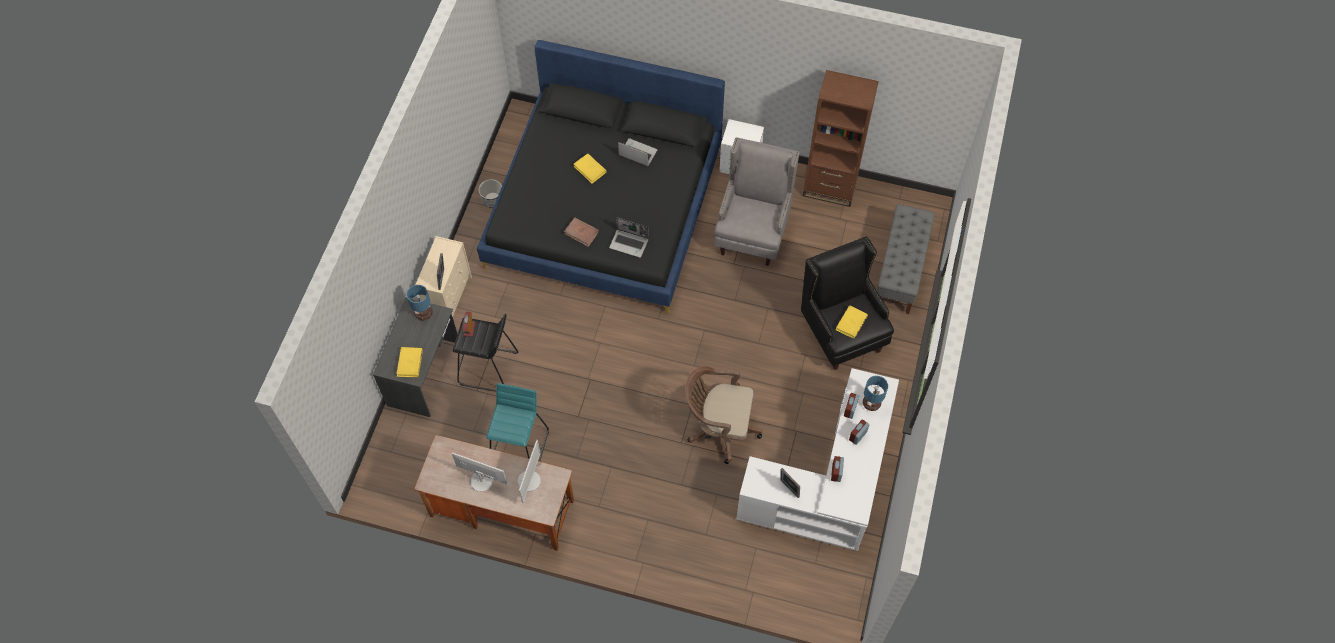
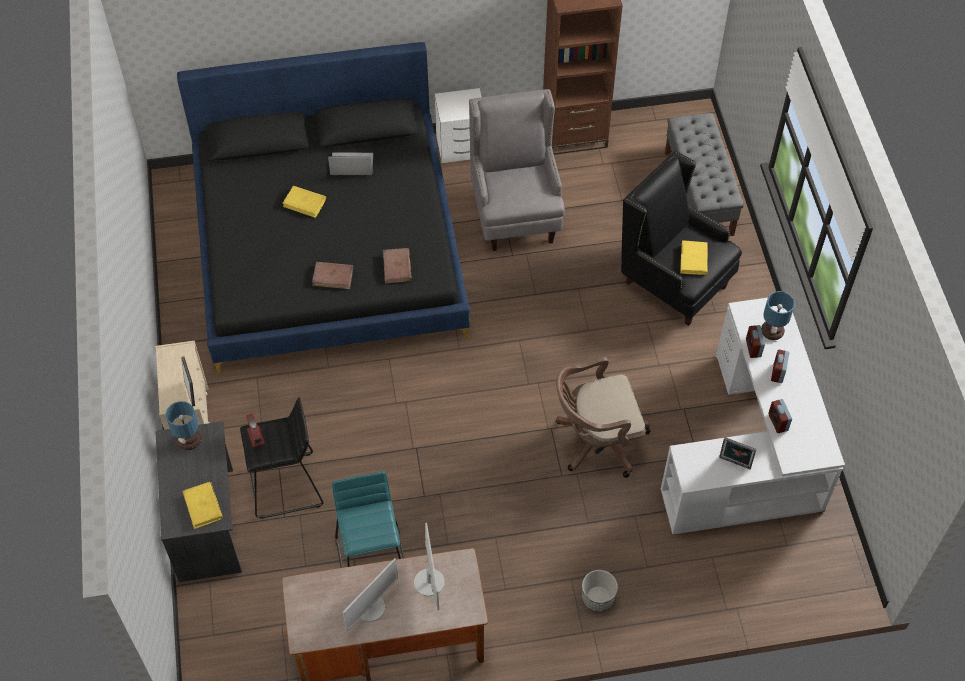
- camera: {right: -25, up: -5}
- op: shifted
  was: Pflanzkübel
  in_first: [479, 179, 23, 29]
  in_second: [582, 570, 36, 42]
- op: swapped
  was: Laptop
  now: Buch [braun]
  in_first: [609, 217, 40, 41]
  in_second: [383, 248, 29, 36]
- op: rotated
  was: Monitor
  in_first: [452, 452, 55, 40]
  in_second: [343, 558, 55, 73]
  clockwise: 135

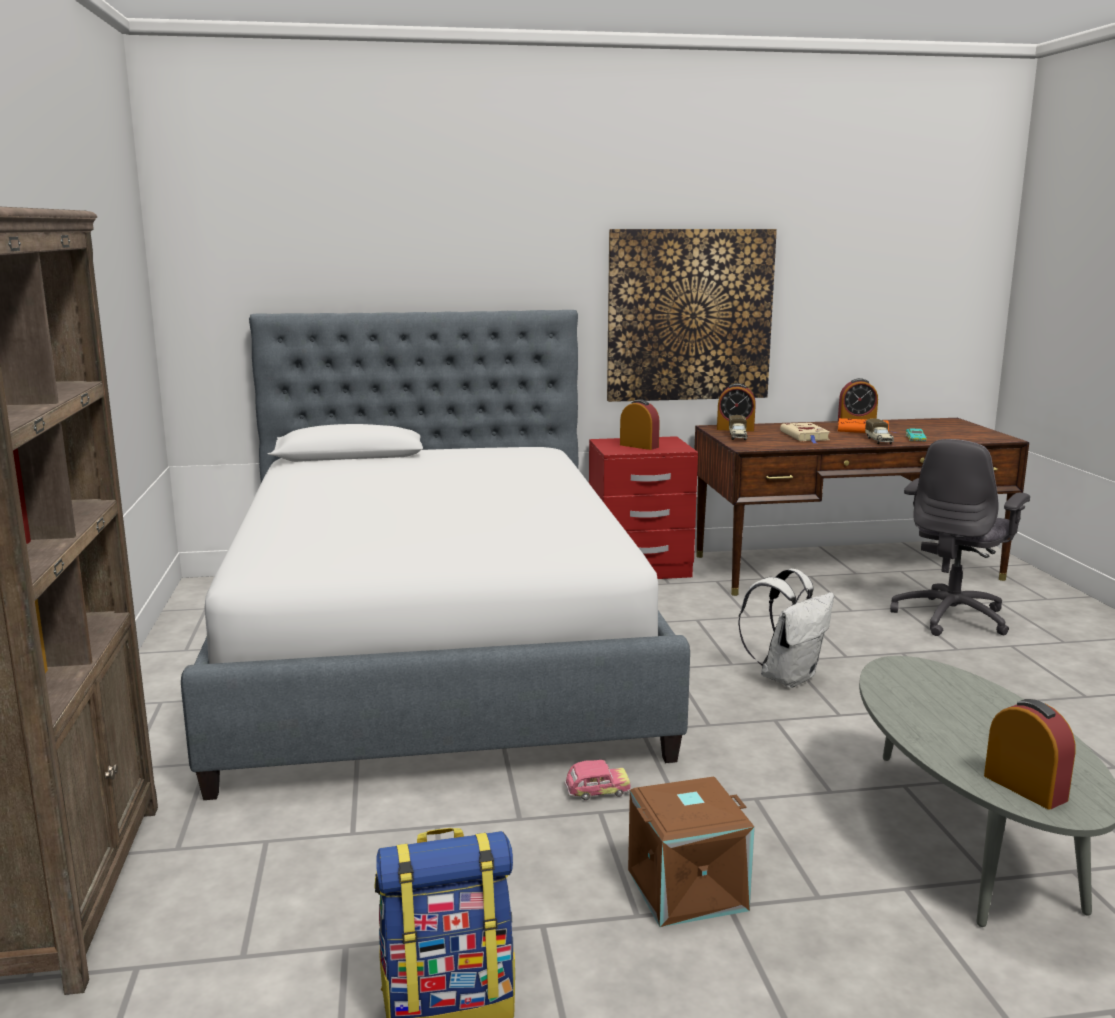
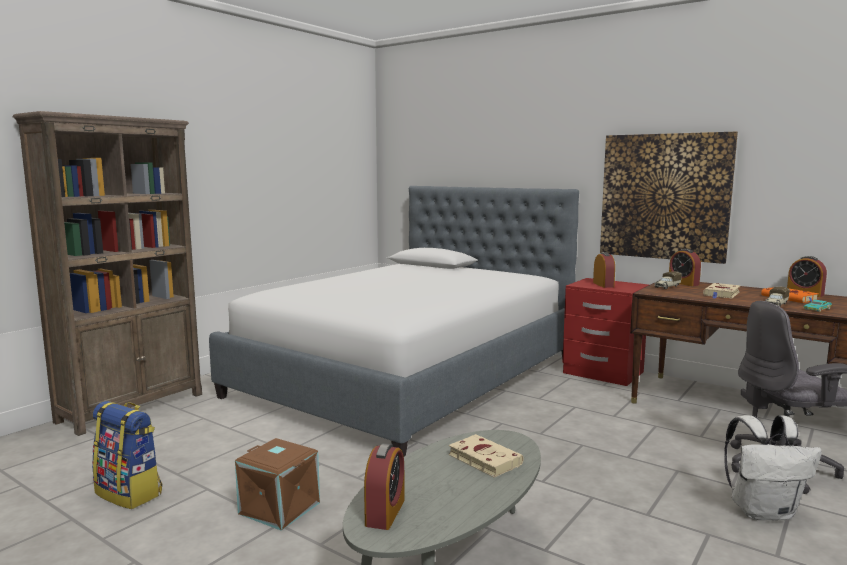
- camera: {right: 45, up: -5}
- op: shifted
  was: Rucksack [weiß]
  in_first: [738, 569, 96, 119]
  in_second: [724, 415, 98, 105]
- op: gone
  was: Spielzeugauto
  in_first: [564, 760, 67, 40]
- op: new
  now: Buch [beige]
  in_second: [448, 434, 76, 44]

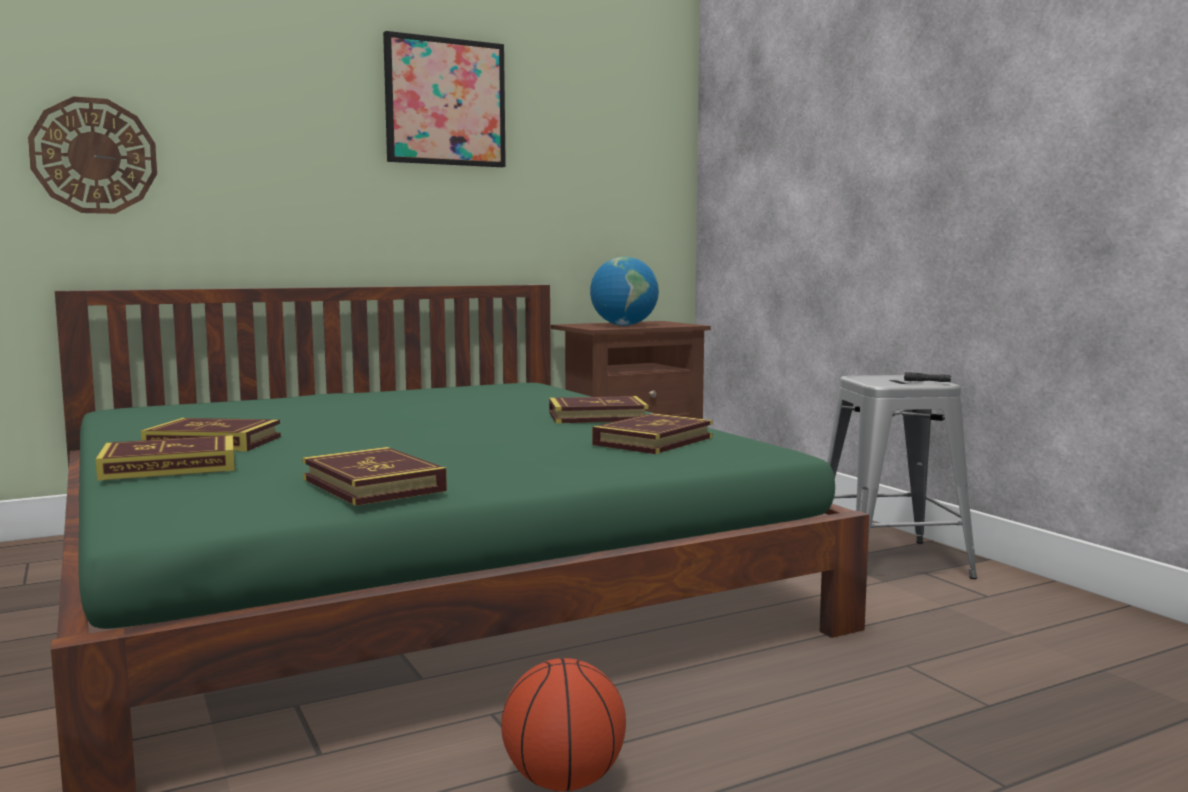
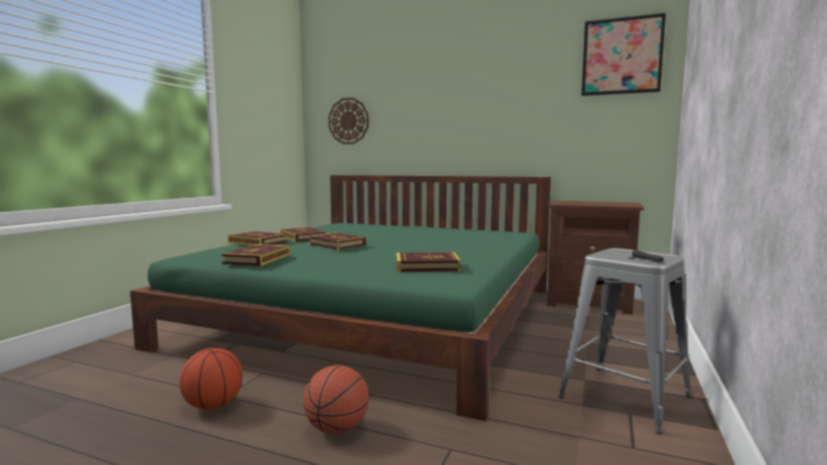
- camera: {right: 50, up: 0}
- op: shifted
  was: Bild
  in_first: [383, 31, 123, 136]
  in_second: [582, 13, 84, 83]
- op: gone
  was: Globus
  in_first: [590, 257, 69, 69]
- op: shifted
  was: Buch
  in_first: [549, 396, 100, 27]
  in_second: [308, 232, 58, 18]
- op: new
  now: Basketball
  in_second: [303, 365, 66, 69]

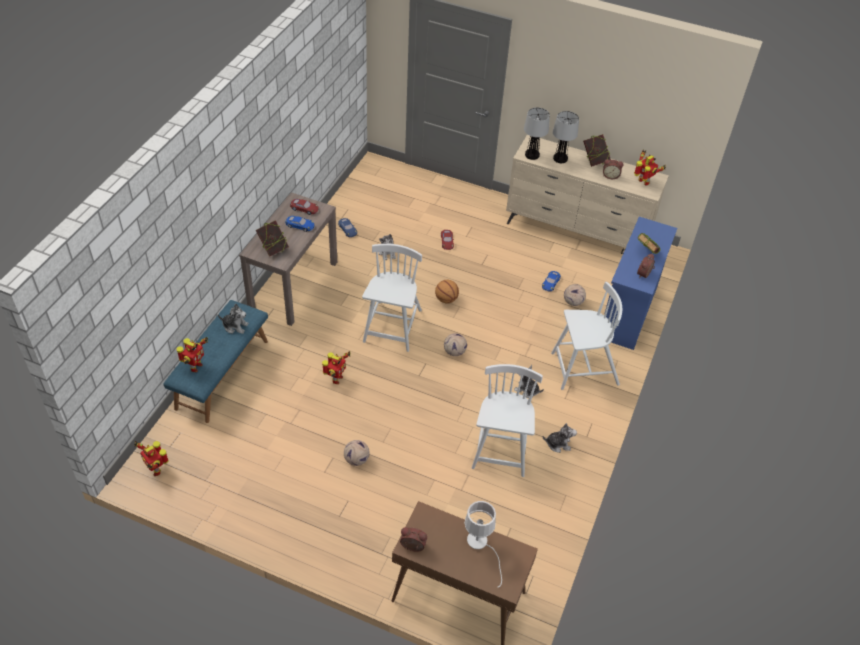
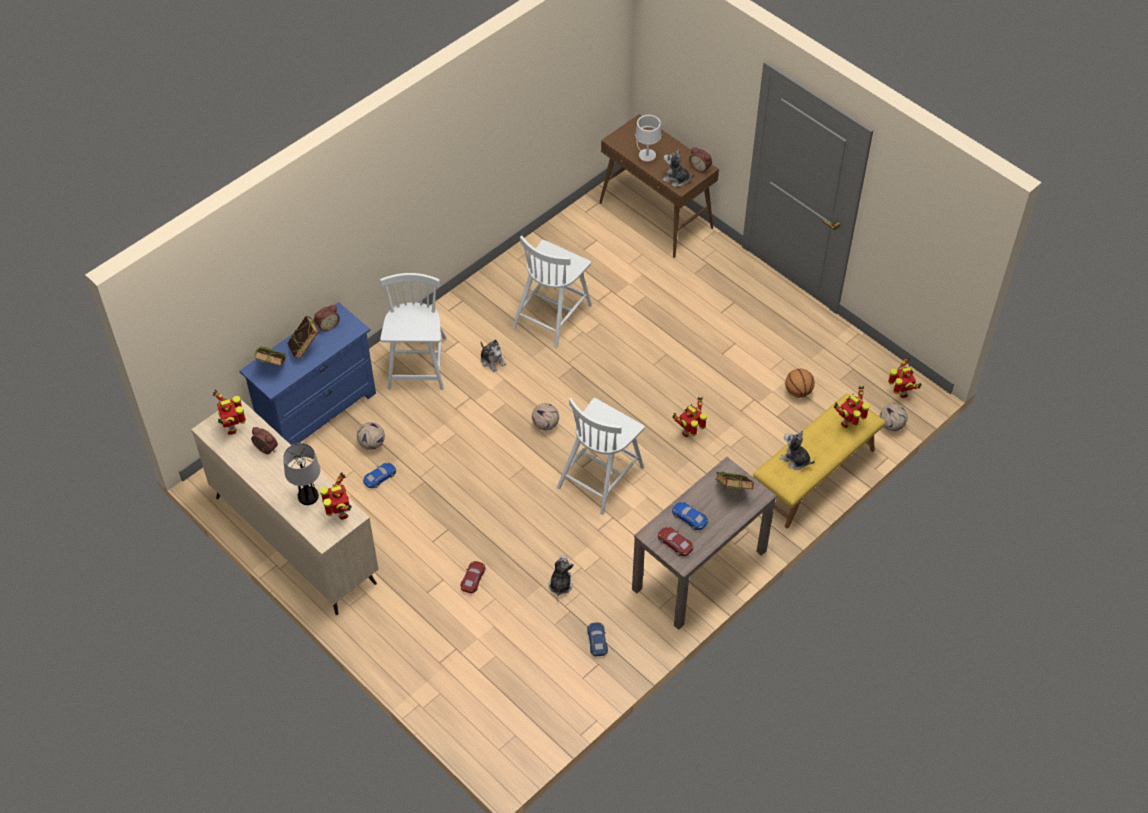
- camera: {right: -155, up: 5}
- op: swapped
  was: Tischlampe
  now: Spielzeugroboter
  in_first: [524, 107, 26, 53]
  in_second: [320, 472, 32, 48]
- op: shifted
  was: Buch
  in_first: [583, 134, 28, 33]
  in_second: [255, 346, 31, 20]
- op: shifted
  was: Basketball
  in_first: [435, 280, 24, 23]
  in_second: [785, 369, 30, 29]
- op: rotated
  was: Stuhl [weiß]
  in_first: [551, 282, 71, 108]
  in_second: [380, 273, 66, 117]
  clockwise: 75
- op: repainted
  was: Bank [blau]
  now: Bank [gelb]
  in_first: [164, 300, 104, 123]
  in_second: [753, 393, 133, 135]
- op: shifted
  was: Plüschtier
  in_first: [543, 423, 34, 30]
  in_second: [663, 149, 32, 38]
- op: shifted
  was: Fußball
  in_first: [344, 440, 25, 26]
  in_second: [880, 404, 28, 27]

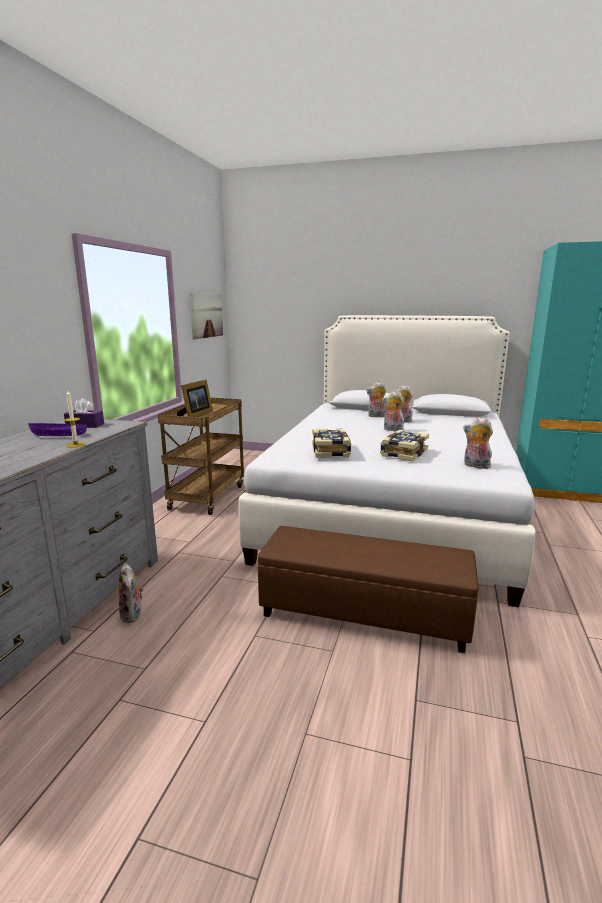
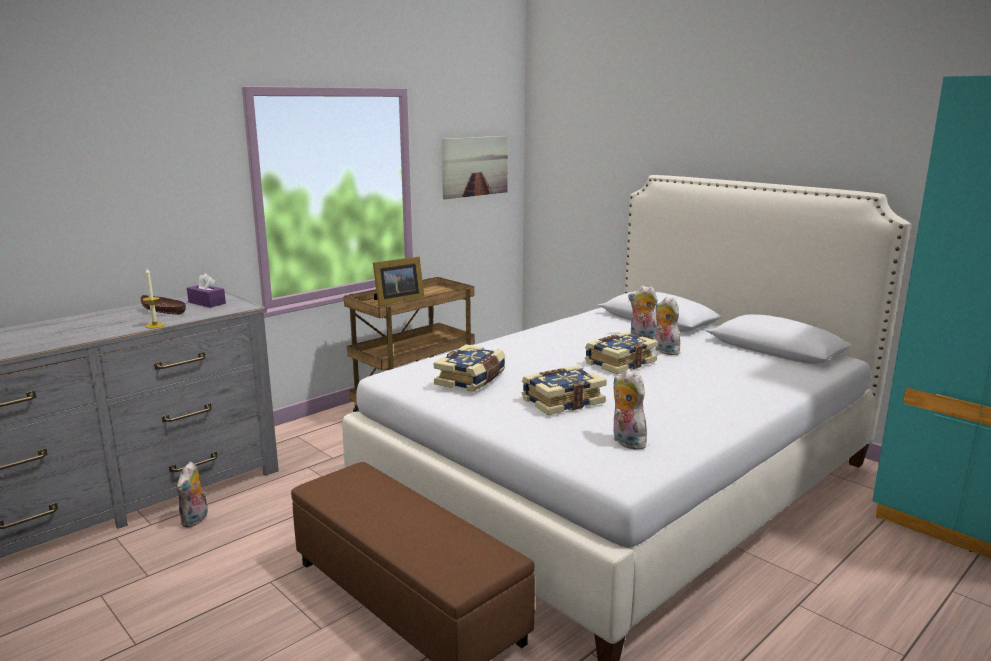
- camera: {right: 30, up: 0}
- op: swapped
  was: Plüschtier
  now: Buch
  in_first: [382, 392, 22, 39]
  in_second: [585, 332, 73, 42]
- op: repainted
  was: Schüssel [lila]
  now: Schüssel [braun]
  in_first: [28, 423, 59, 13]
  in_second: [140, 295, 46, 20]

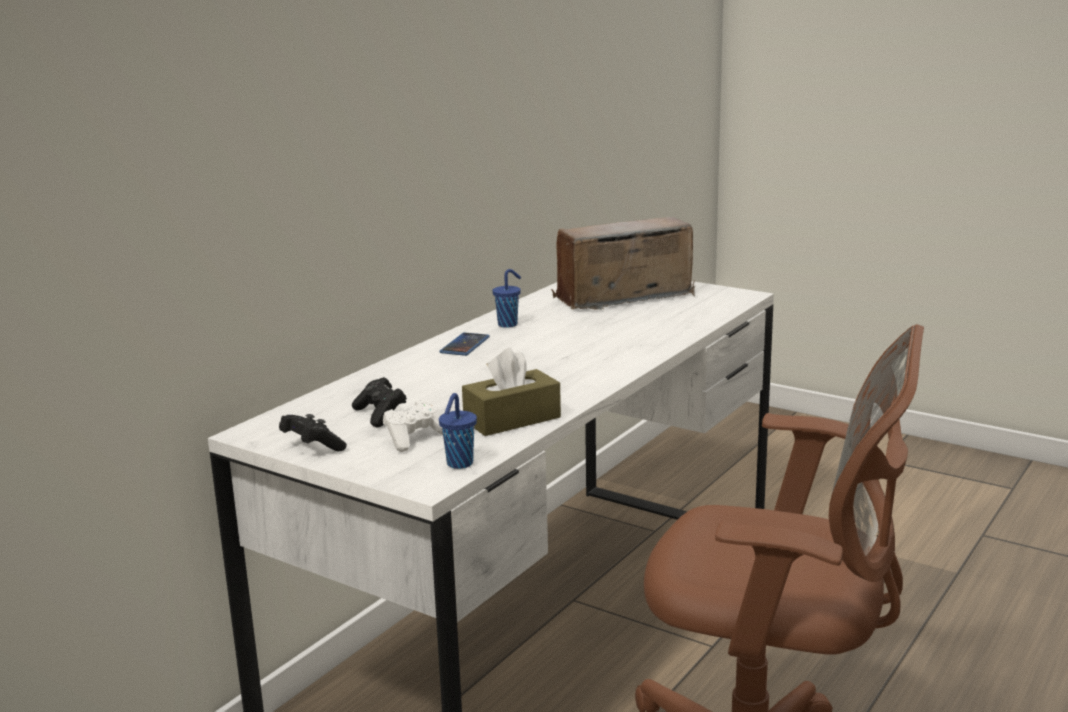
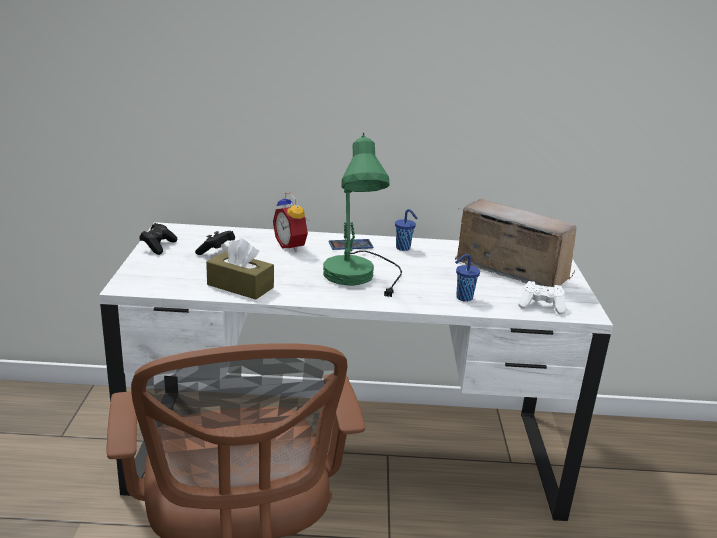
- camera: {right: 55, up: 5}
- op: shifted
  was: Tasse [blau]
  in_first: [439, 393, 38, 76]
  in_second: [455, 254, 25, 48]
- op: shifted
  was: Gamepad [weiß]
  in_first: [383, 399, 60, 53]
  in_second: [518, 281, 48, 34]
- op: new
  now: Tischlampe [grün]
  in_second: [323, 133, 79, 164]
- op: new
  now: Wecker
  in_second: [273, 192, 37, 60]

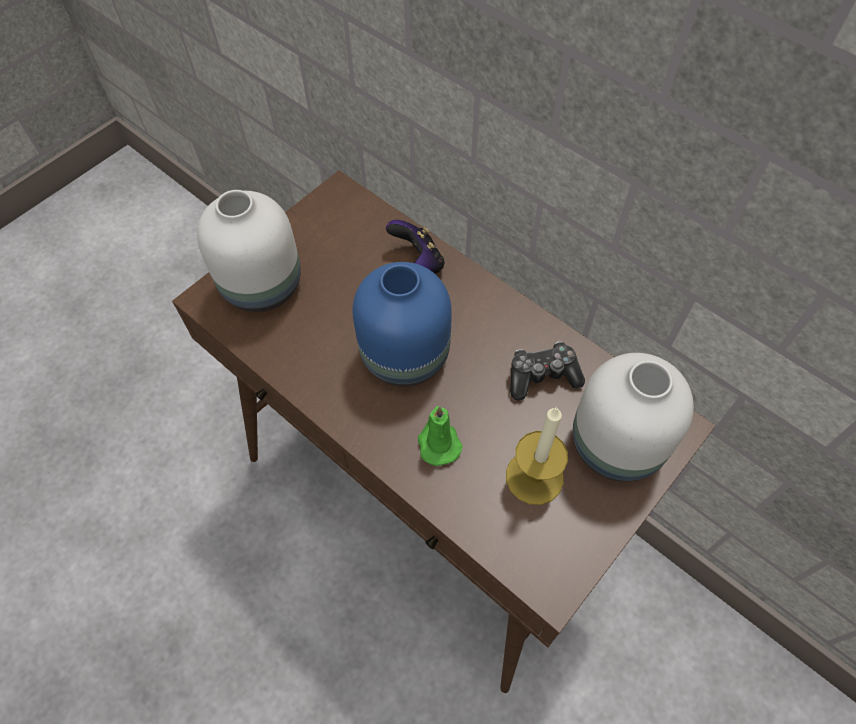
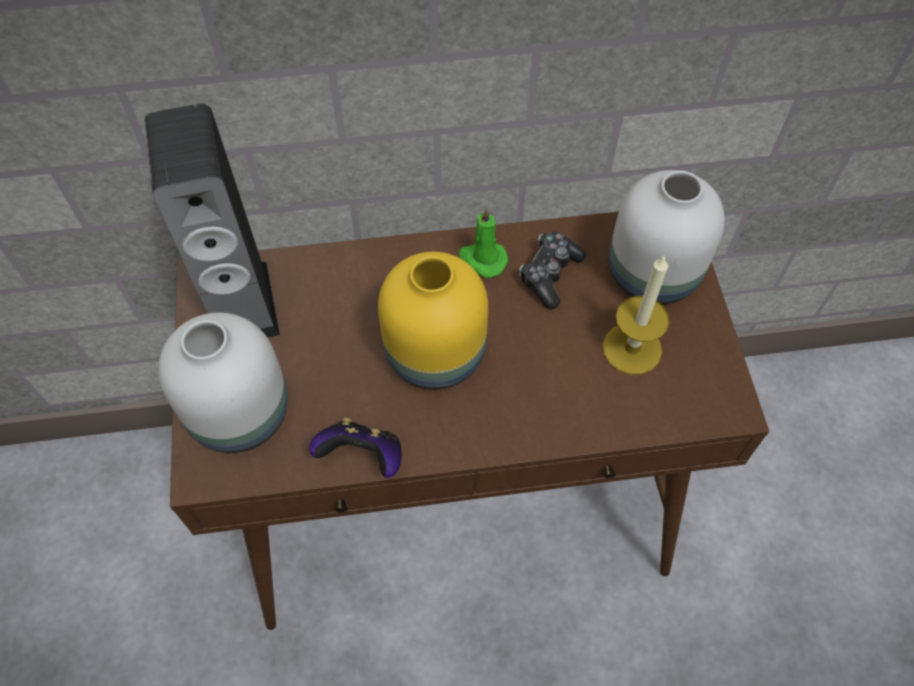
- camera: {right: -50, up: 0}
- op: shifted
  was: Gamepad
  in_first: [386, 220, 59, 54]
  in_second: [309, 418, 93, 60]
- op: repainted
  was: Vase [blau]
  now: Vase [gelb]
  in_first: [353, 262, 99, 125]
  in_second: [378, 252, 110, 138]
- op: shifted
  was: Kerze [grün]
  in_first: [418, 406, 45, 60]
  in_second: [459, 207, 49, 71]
- op: new
  now: Lautsprecher
  in_second: [145, 104, 135, 234]

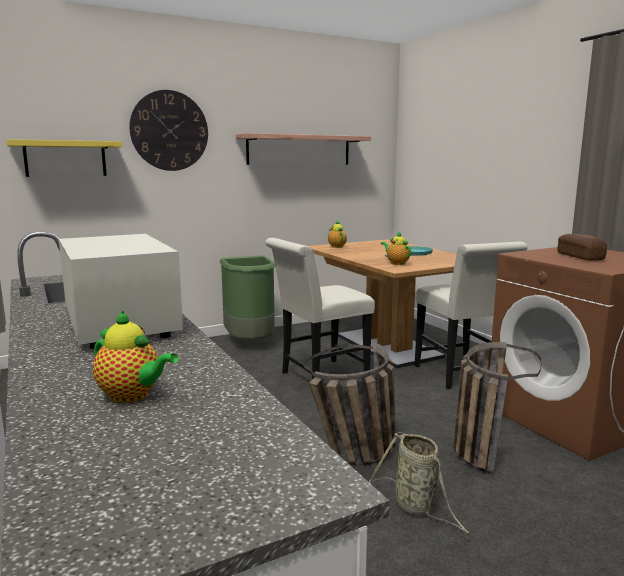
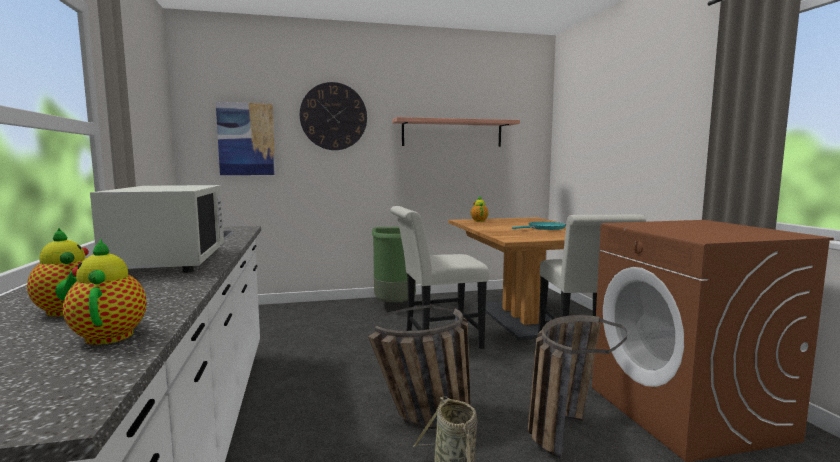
- camera: {right: 15, up: -5}
- op: swapped
  was: Wandregal [gelb]
  now: Bild
  in_first: [6, 139, 116, 38]
  in_second: [216, 102, 60, 73]
- op: shifted
  was: Teekanne
  in_first: [381, 232, 30, 33]
  in_second: [63, 239, 84, 106]
- op: gone
  was: Brot
  in_first: [557, 234, 50, 27]

